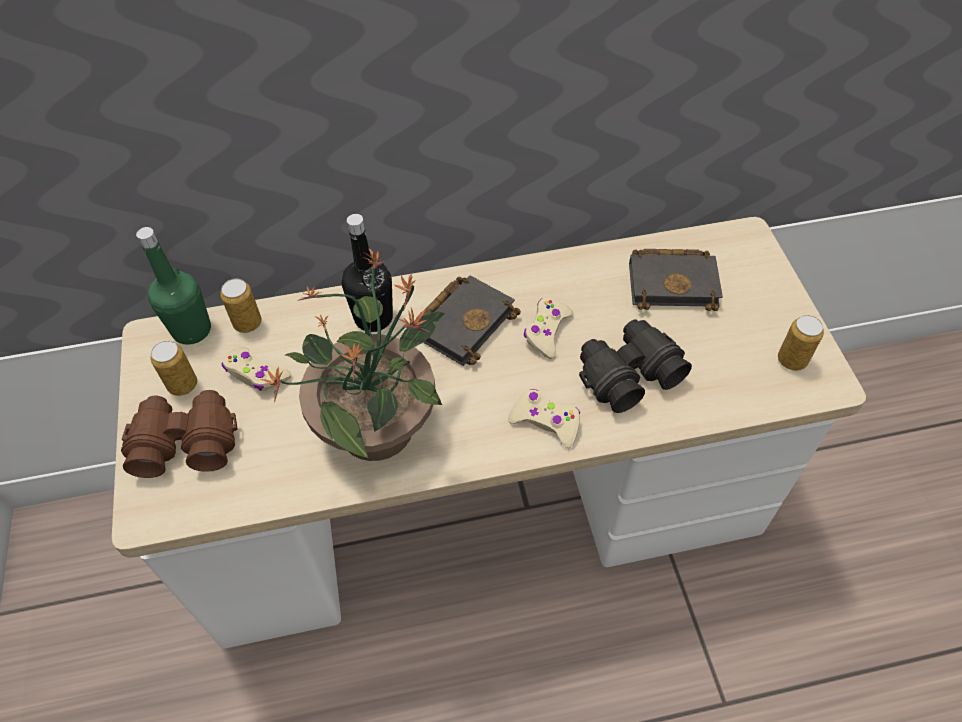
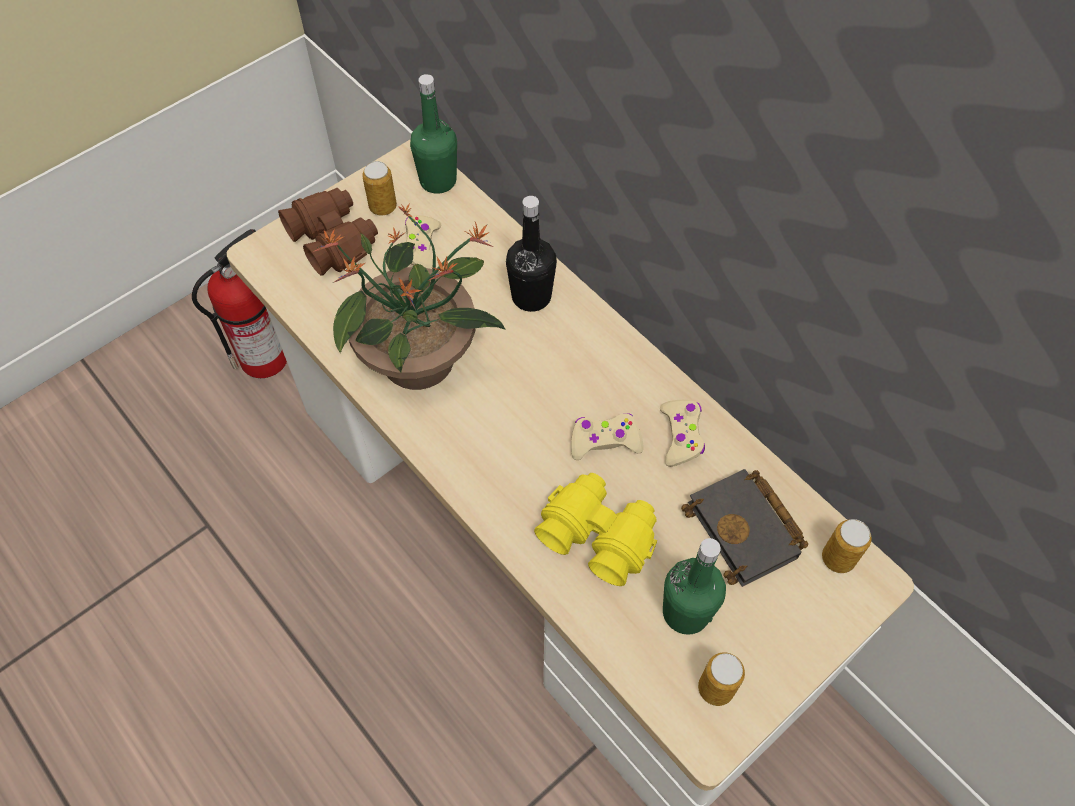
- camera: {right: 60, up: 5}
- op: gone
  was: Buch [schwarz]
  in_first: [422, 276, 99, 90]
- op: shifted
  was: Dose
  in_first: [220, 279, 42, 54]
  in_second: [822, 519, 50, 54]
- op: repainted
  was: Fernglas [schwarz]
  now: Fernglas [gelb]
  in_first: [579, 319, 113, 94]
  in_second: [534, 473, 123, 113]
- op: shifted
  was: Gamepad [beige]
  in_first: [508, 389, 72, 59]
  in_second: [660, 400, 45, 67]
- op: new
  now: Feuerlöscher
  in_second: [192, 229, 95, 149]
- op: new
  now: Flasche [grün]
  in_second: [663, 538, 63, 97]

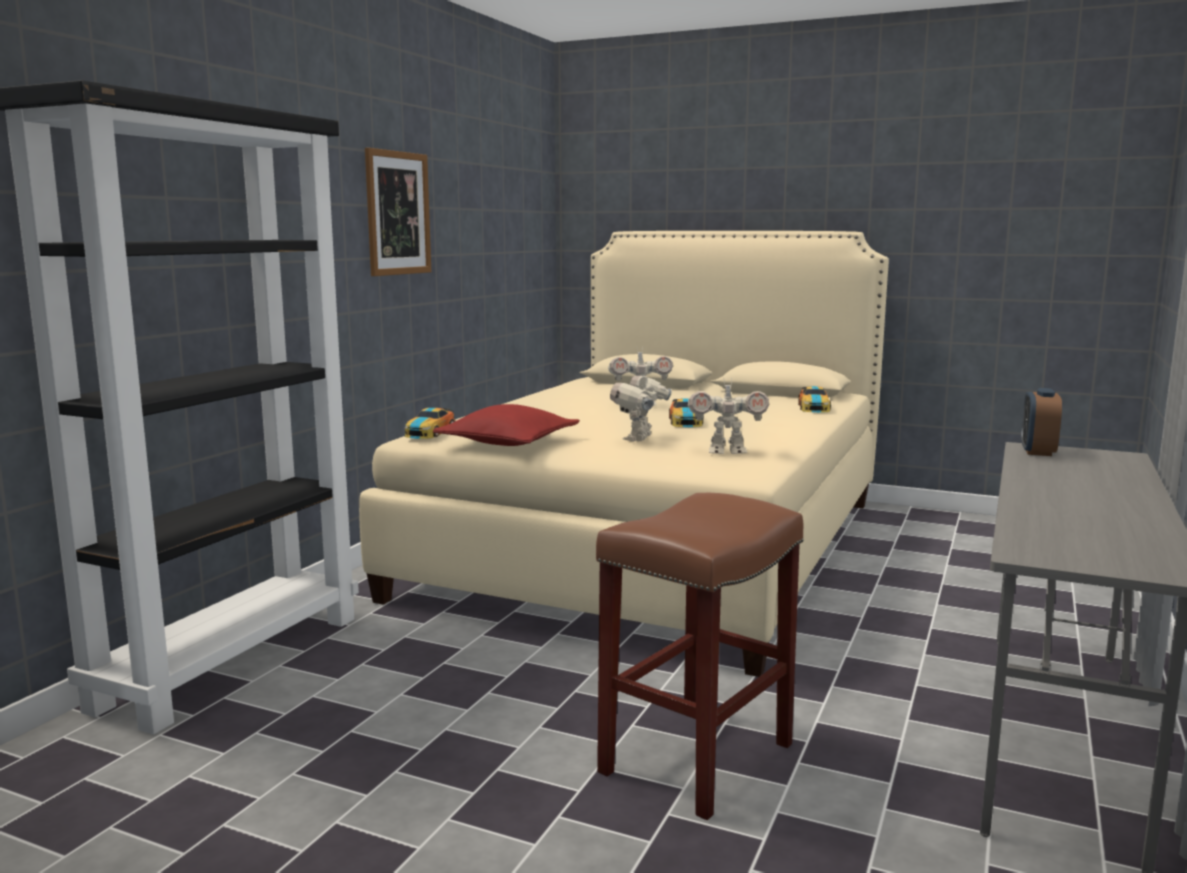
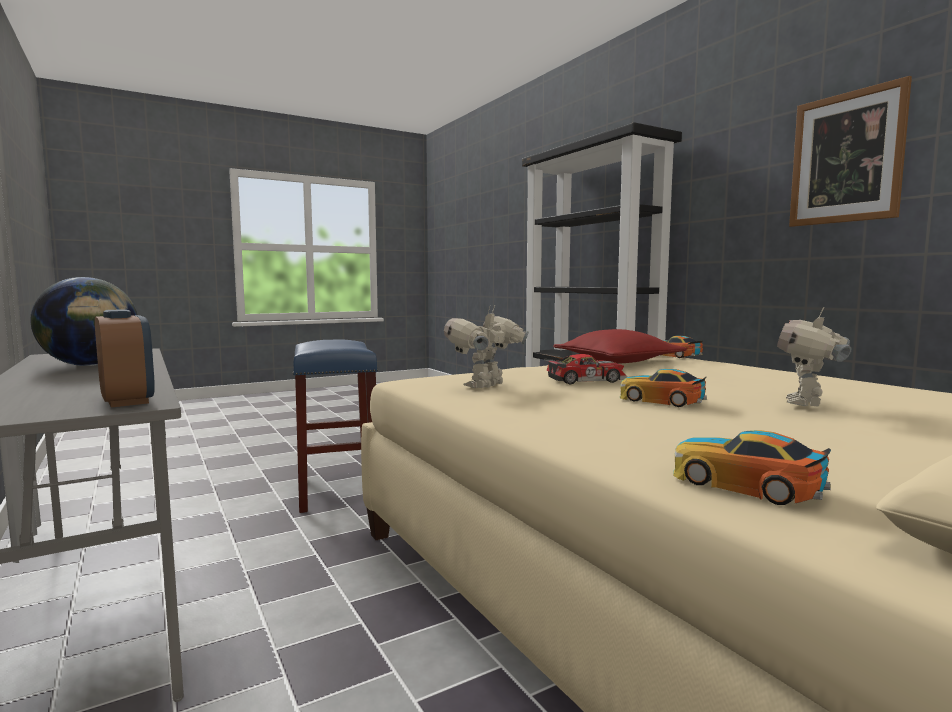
- camera: {right: 125, up: -5}
- op: swapped
  was: Spielzeugroboter
  now: Spielzeugauto
  in_first: [610, 370, 62, 72]
  in_second: [544, 354, 83, 30]
- op: repainted
  was: Hocker [braun]
  now: Hocker [blau]
  in_first: [596, 493, 208, 327]
  in_second: [293, 339, 85, 174]
- op: new
  now: Globus
  in_second: [30, 277, 108, 89]

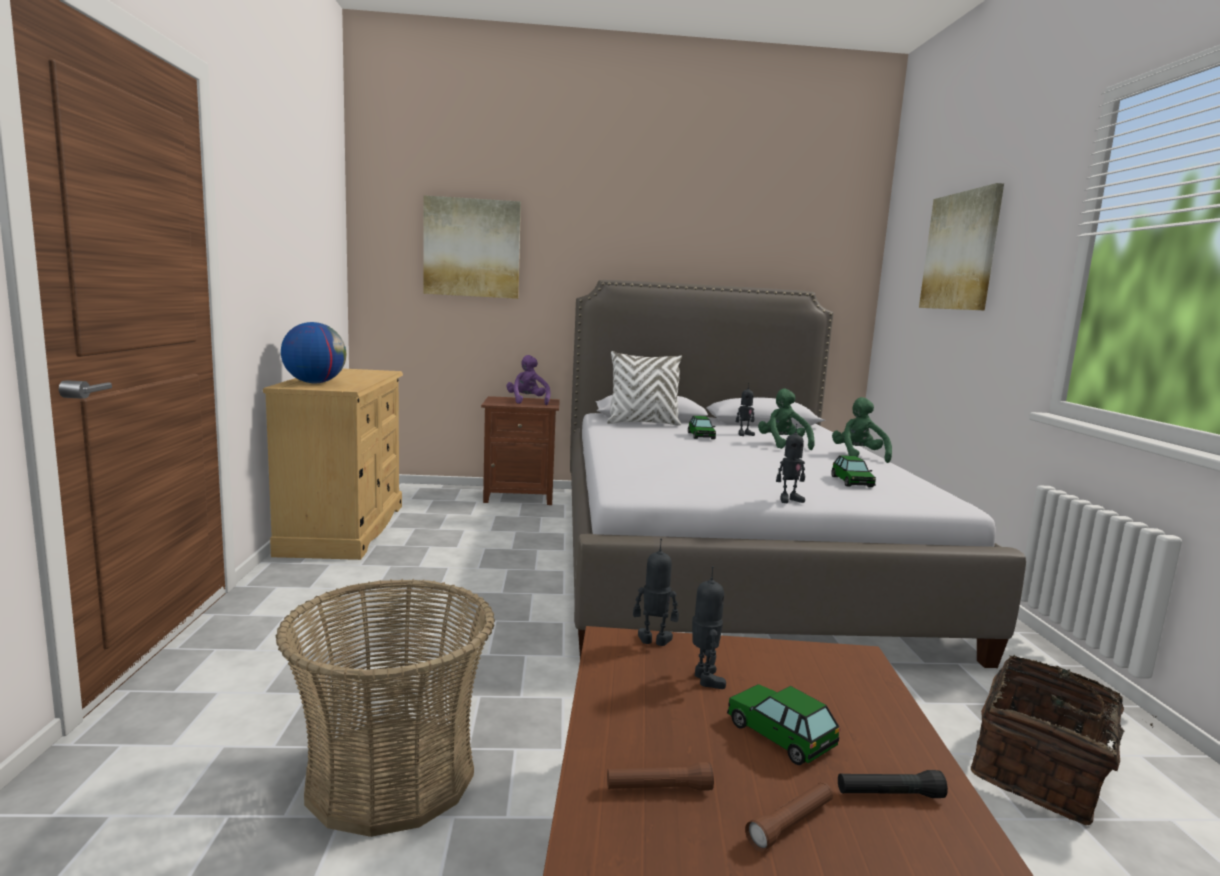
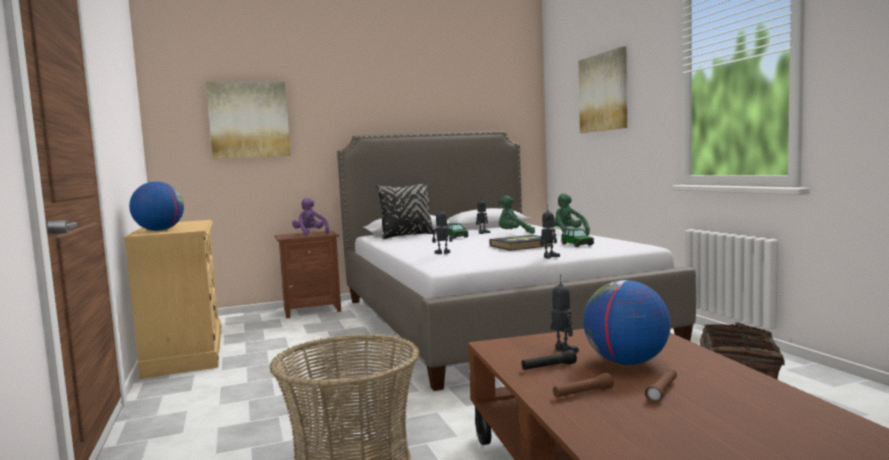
- camera: {right: -15, up: -5}
- op: repainted
  was: Kissen [weiß]
  now: Kissen [schwarz]
  in_first: [607, 351, 75, 75]
  in_second: [376, 183, 58, 56]
- op: rotated
  was: Plüschtier [grün]
  in_first: [758, 389, 57, 61]
  in_second: [498, 196, 37, 38]
  clockwise: -60
- op: shifted
  was: Spielzeugroboter
  in_first: [633, 538, 46, 108]
  in_second: [432, 205, 21, 49]
- op: swapped
  was: Spielzeugauto
  now: Globus
  in_first: [727, 684, 113, 81]
  in_second: [583, 280, 88, 85]
- op: shifted
  was: Taschenlampe [schwarz]
  in_first: [838, 770, 110, 28]
  in_second: [521, 350, 56, 20]
- op: new
  now: Buch
  in_second: [489, 235, 65, 16]

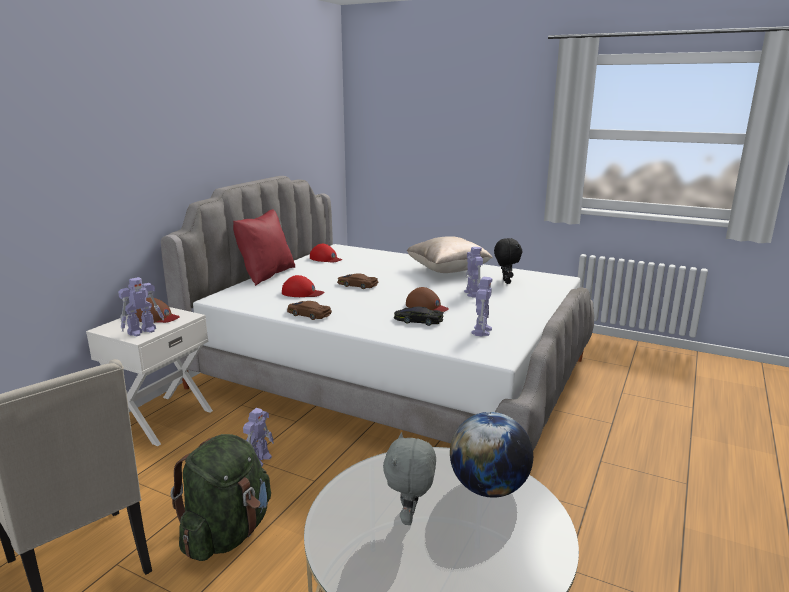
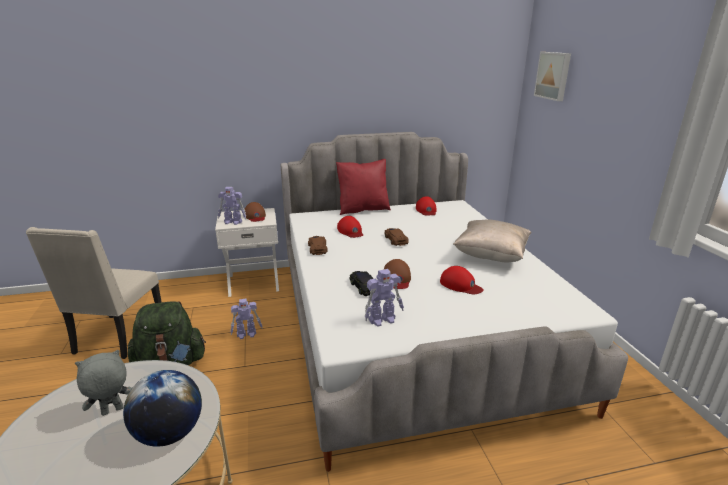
- camera: {right: 50, up: 5}
- op: gone
  was: Plüschtier [schwarz]
  in_first: [494, 238, 28, 46]
- op: swapped
  was: Spielzeugroboter
  now: Kappe [rot]
  in_first: [464, 247, 19, 51]
  in_second: [440, 266, 44, 28]
- op: new
  now: Bild
  in_second: [534, 52, 37, 49]

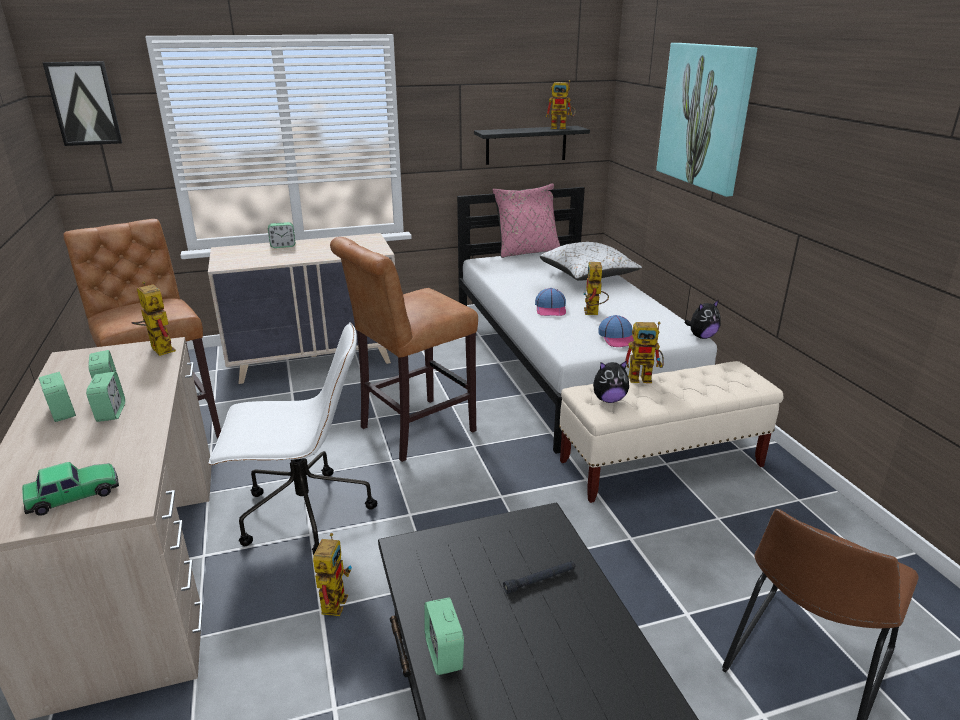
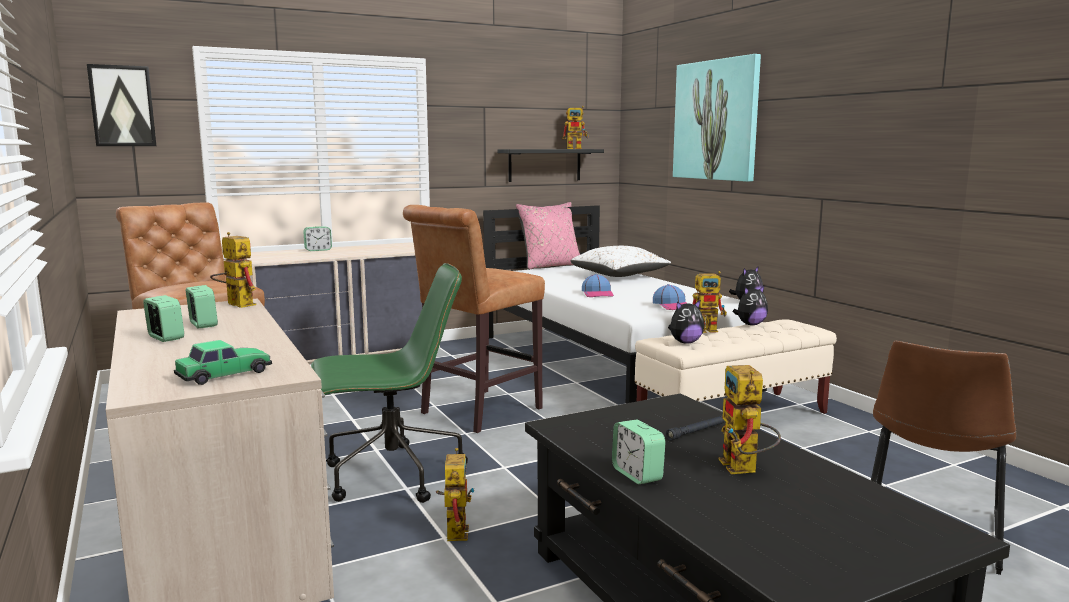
- camera: {right: -10, up: -15}
- op: shifted
  was: Spielzeugroboter
  in_first: [583, 262, 26, 53]
  in_second: [719, 365, 62, 109]
- op: repainted
  was: Bürostuhl [weiß]
  now: Bürostuhl [grün]
  in_first: [209, 323, 168, 232]
  in_second: [311, 263, 157, 240]
- op: gone
  was: Wecker
  in_first: [86, 372, 39, 50]
- op: new
  now: Plüschtier
  in_second: [733, 286, 35, 39]

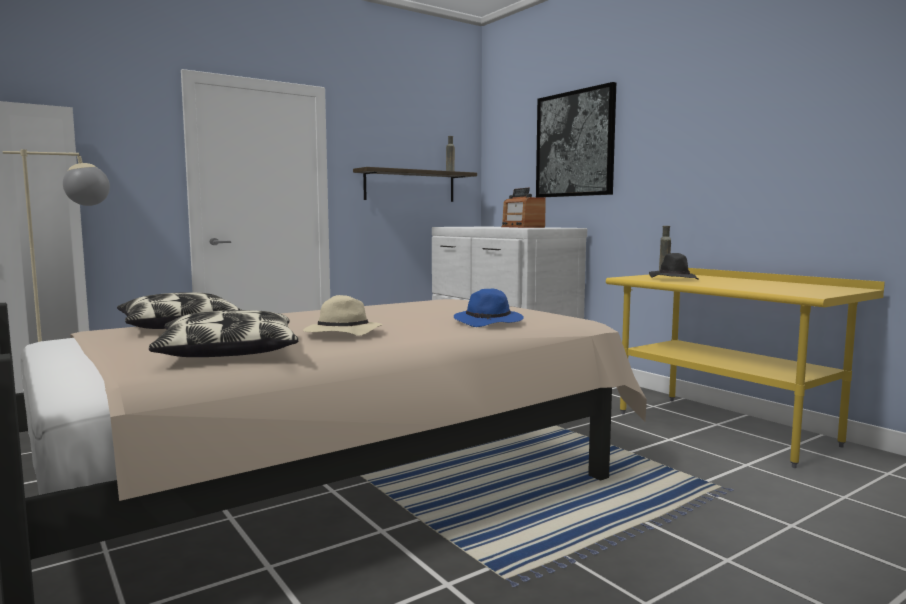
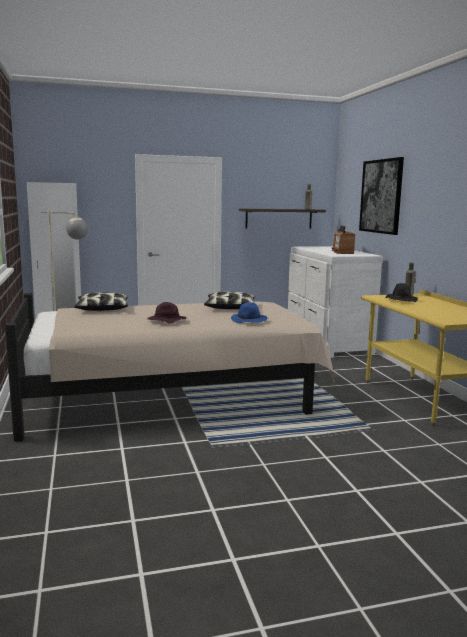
- camera: {right: 20, up: 5}
- op: repainted
  was: Hut [beige]
  now: Hut [lila]
  in_first: [303, 295, 79, 41]
  in_second: [147, 302, 40, 21]
- op: shifted
  was: Kissen
  in_first: [149, 310, 149, 47]
  in_second: [204, 292, 51, 17]

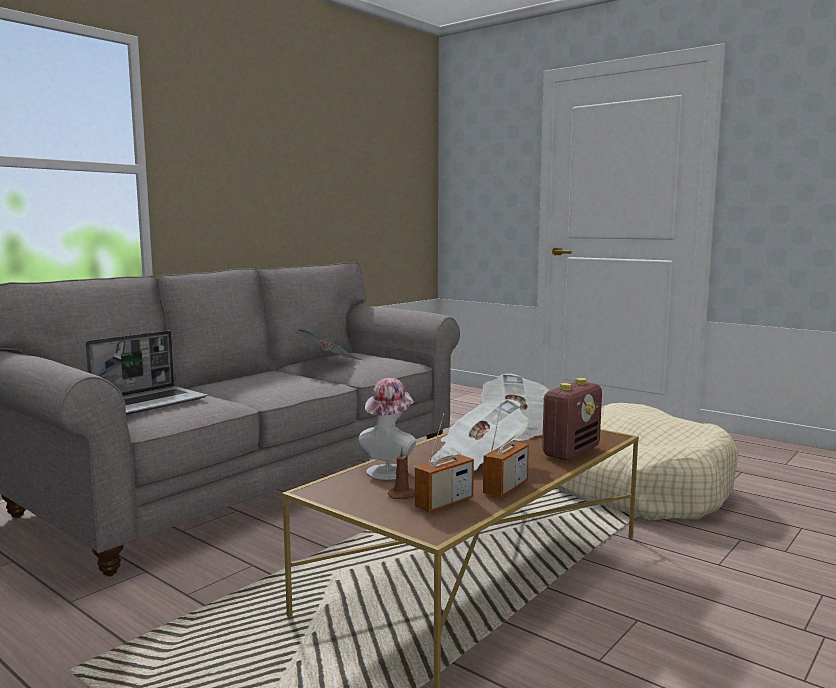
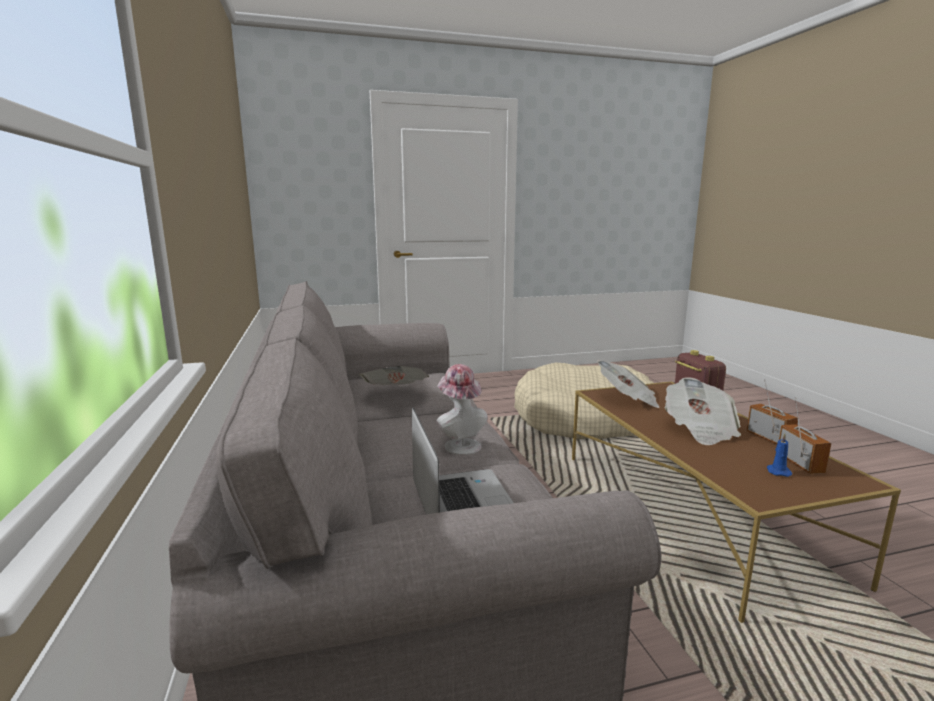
- camera: {right: -55, up: 5}
- op: shifted
  was: Hut
  in_first: [359, 378, 57, 102]
  in_second: [436, 364, 52, 91]
- op: repainted
  was: Kerze [braun]
  now: Kerze [blau]
  in_first: [388, 446, 27, 53]
  in_second: [767, 434, 26, 43]

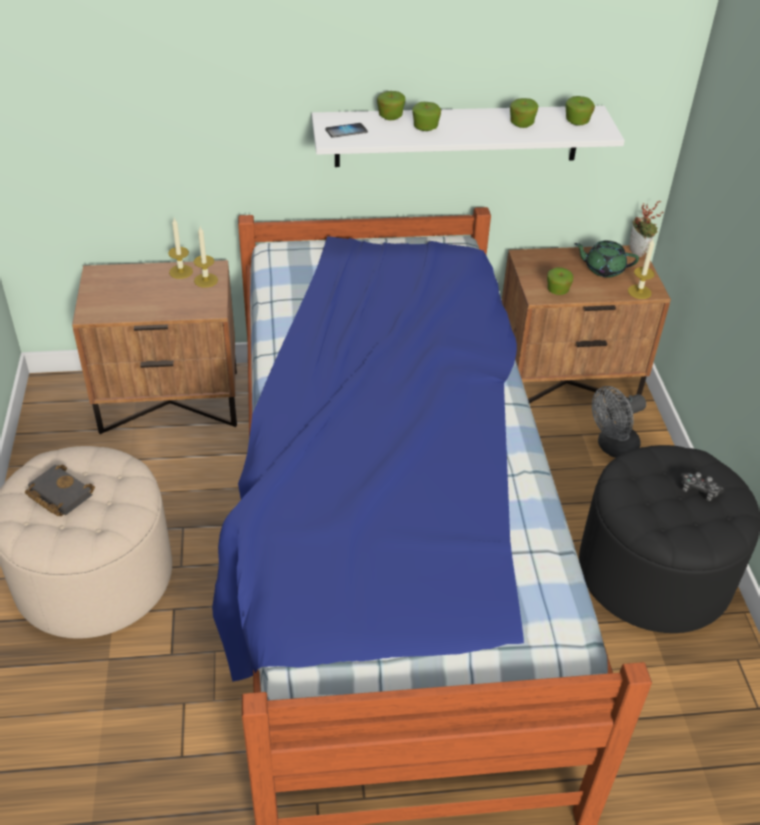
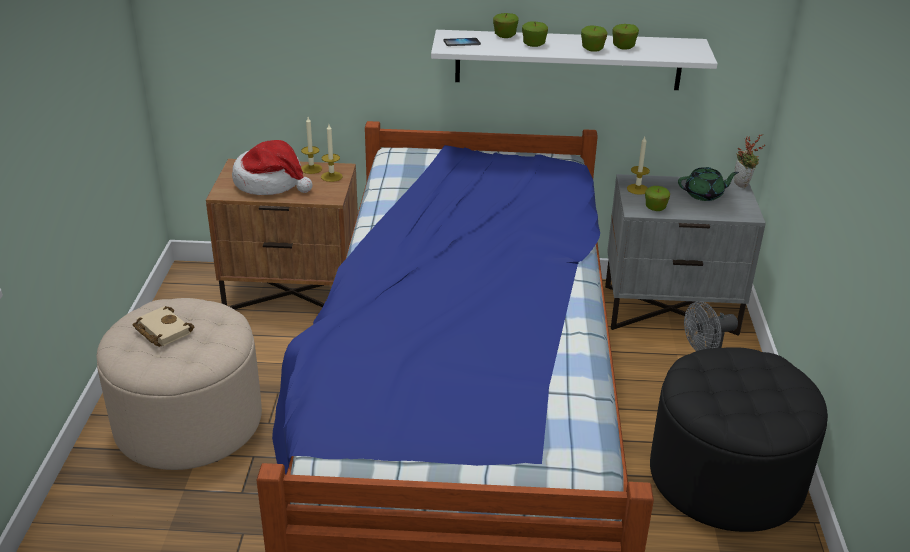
- camera: {right: 10, up: -10}
- op: shifted
  was: Apfel
  in_first: [565, 96, 30, 29]
  in_second: [581, 26, 26, 26]
- op: shifted
  was: Kerze
  in_first: [628, 239, 27, 60]
  in_second: [627, 137, 23, 58]
- op: rotated
  was: Teekanne [grün]
  in_first: [574, 241, 65, 36]
  in_second: [678, 167, 61, 34]
  clockwise: 150
- op: repainted
  was: Nachttisch [braun]
  now: Nachttisch [grau]
  in_first: [502, 245, 169, 159]
  in_second: [605, 174, 161, 162]
- op: repainted
  was: Buch [schwarz]
  now: Buch [beige]
  in_first: [25, 465, 70, 51]
  in_second: [132, 306, 63, 41]
- op: gone
  was: Gamepad
  in_first: [680, 472, 44, 29]
- op: new
  now: Hut
  in_second: [232, 140, 80, 55]

